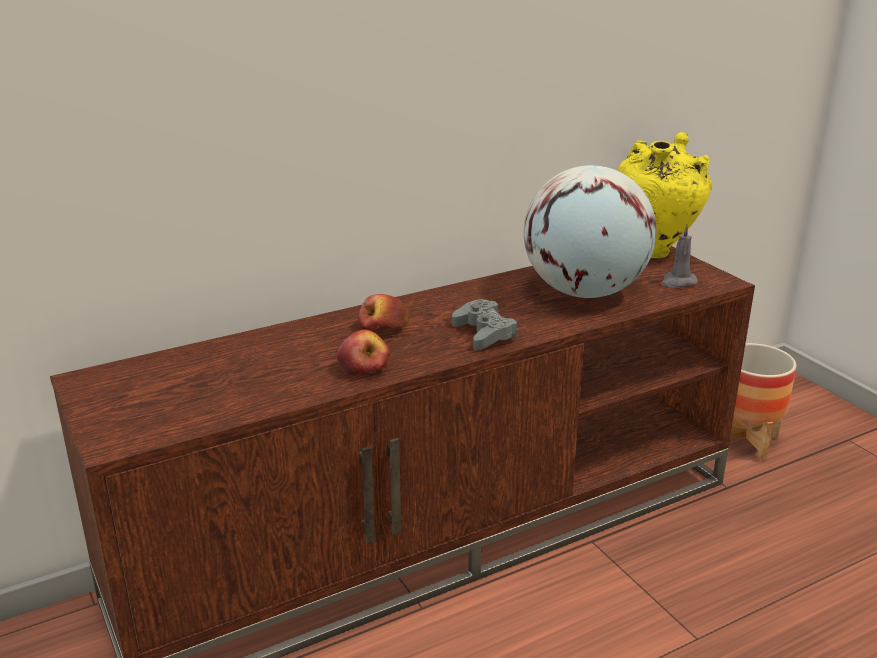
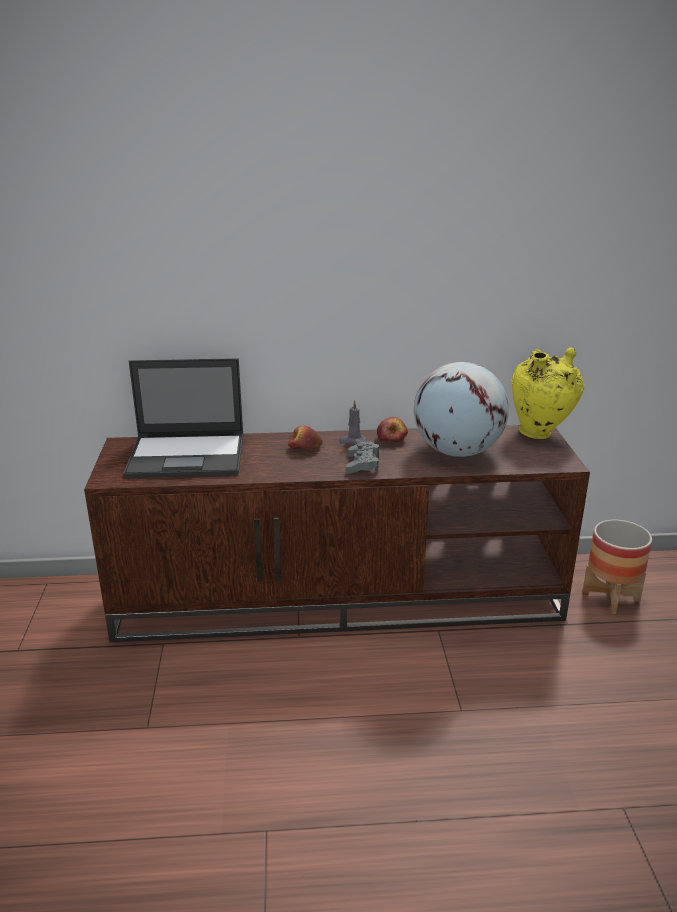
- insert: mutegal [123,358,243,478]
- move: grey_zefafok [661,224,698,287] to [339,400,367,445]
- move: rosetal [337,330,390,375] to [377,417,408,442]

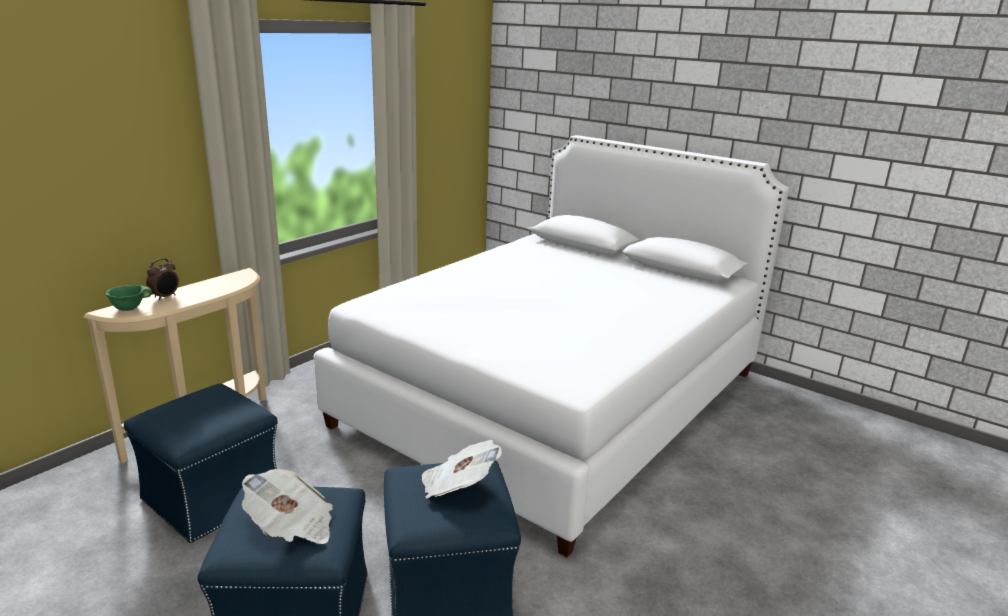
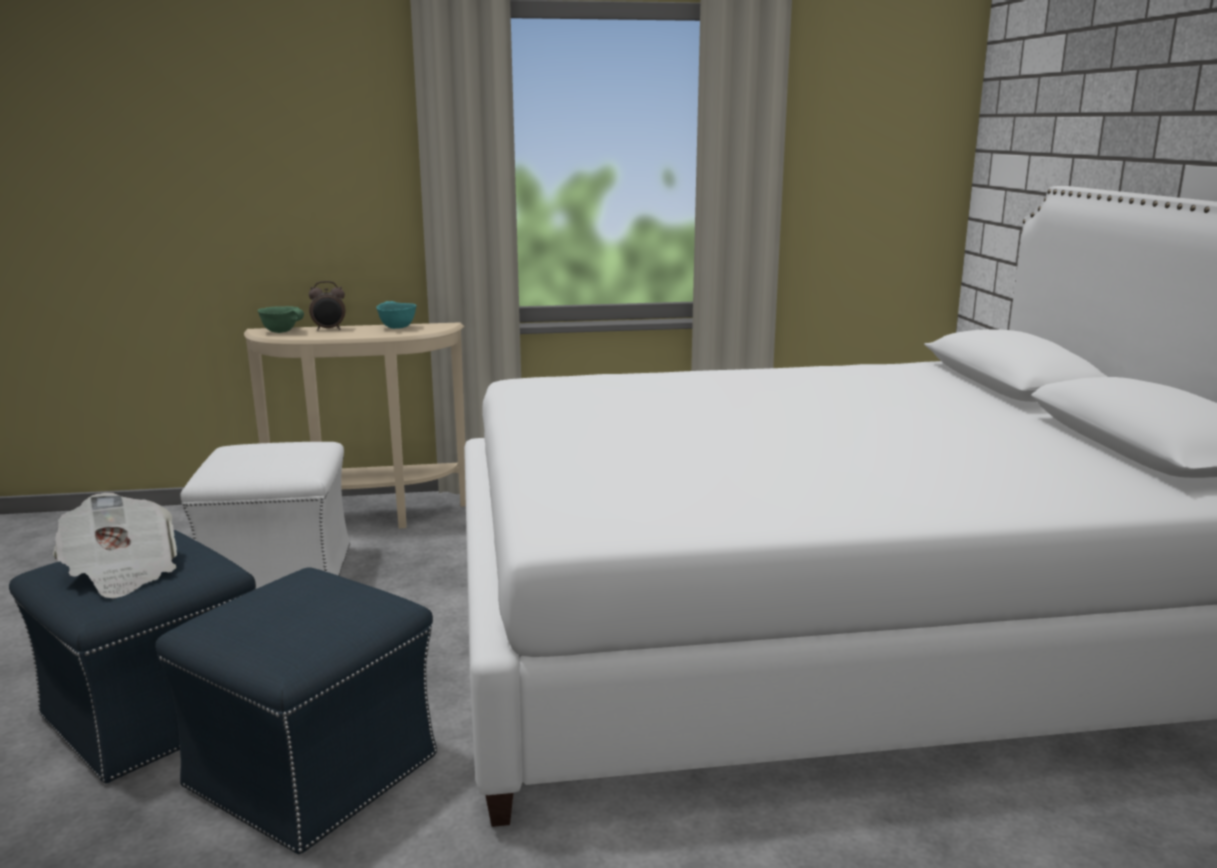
- recolor: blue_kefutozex [124,384,278,543] to white_kefutozex [181,442,350,589]
- insert: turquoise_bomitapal [376,301,416,329]
- delete: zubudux [421,440,502,499]

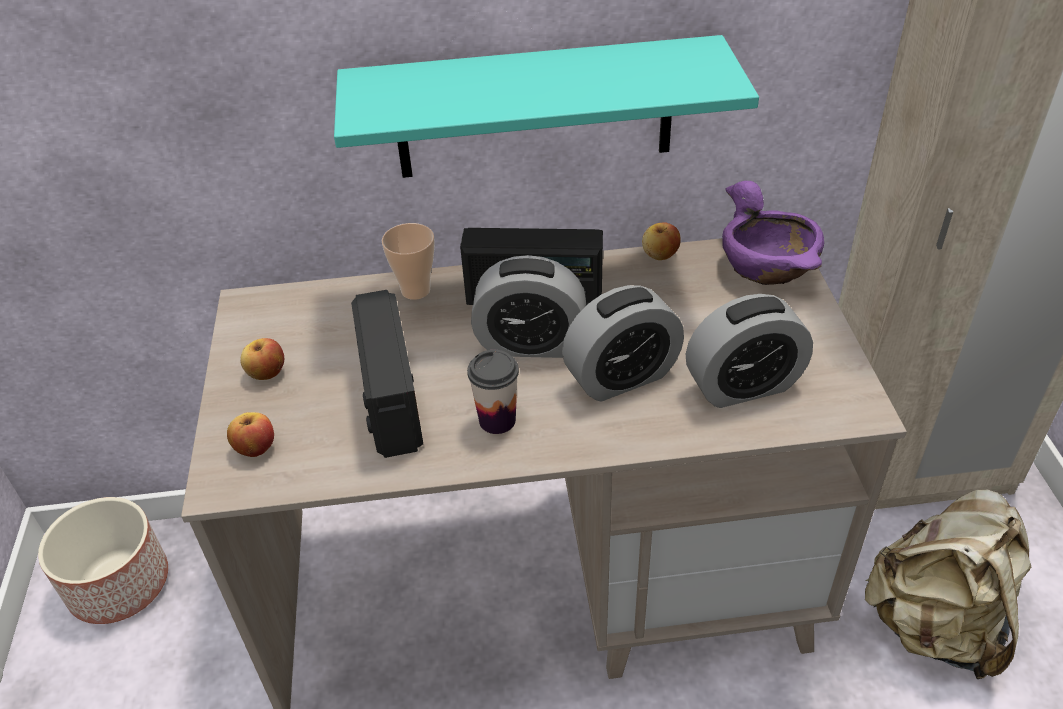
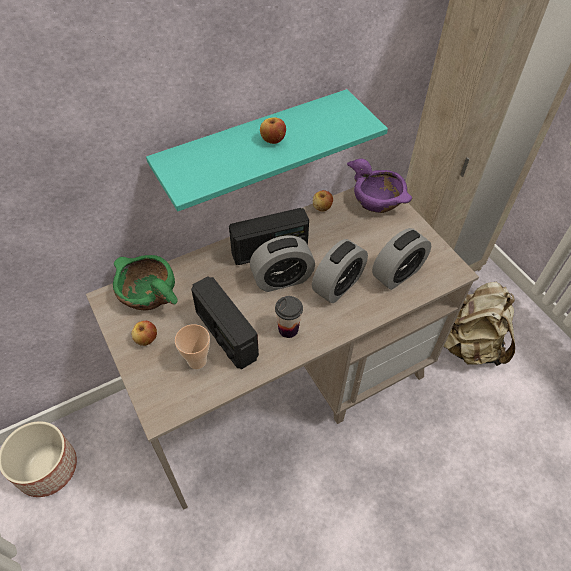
- insert: green_bomitapal [113,255,178,310]
- move: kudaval [382,223,435,300] to [175,324,210,369]
- move: rosetal [227,412,274,457] to [260,117,286,144]

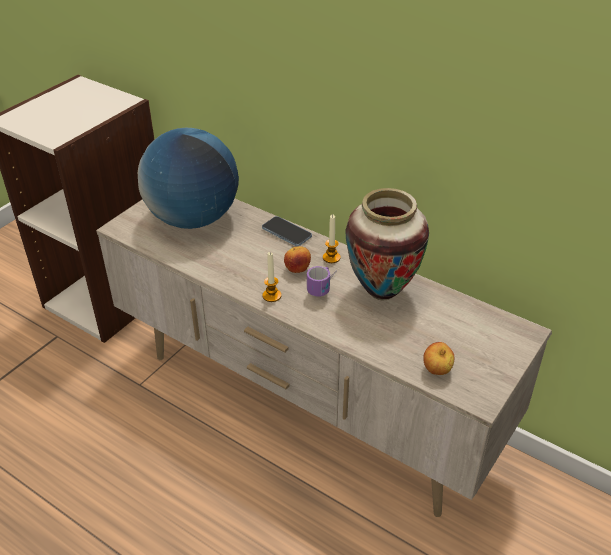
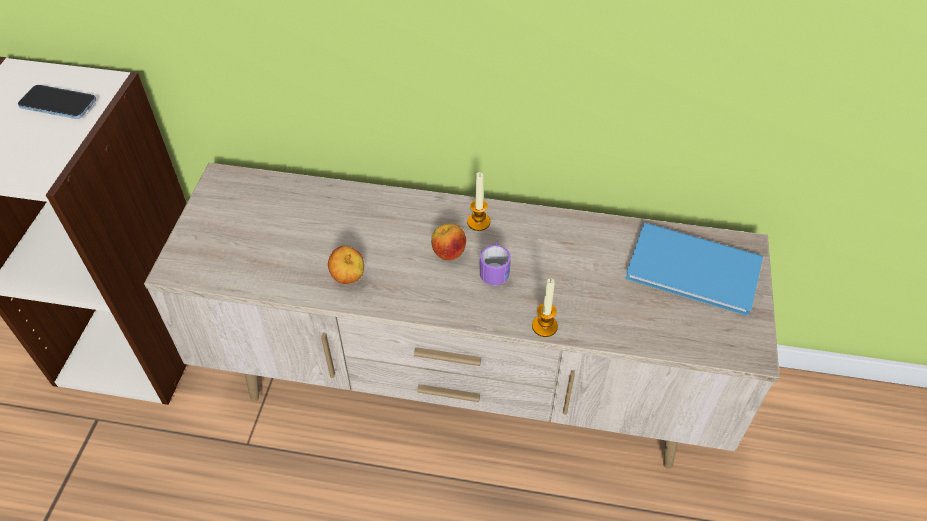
- move: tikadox [262,216,312,246] to [18,85,96,119]
- move: rosetal [423,342,454,375] to [328,246,364,284]
- move: zefafok [263,252,281,302] to [532,279,558,337]
- insert: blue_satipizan [625,222,763,316]
- delete: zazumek [138,128,239,229]
- delete: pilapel [345,188,429,301]

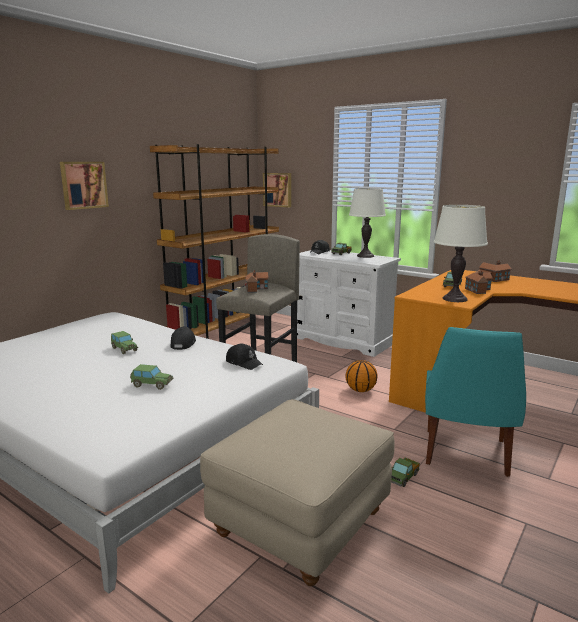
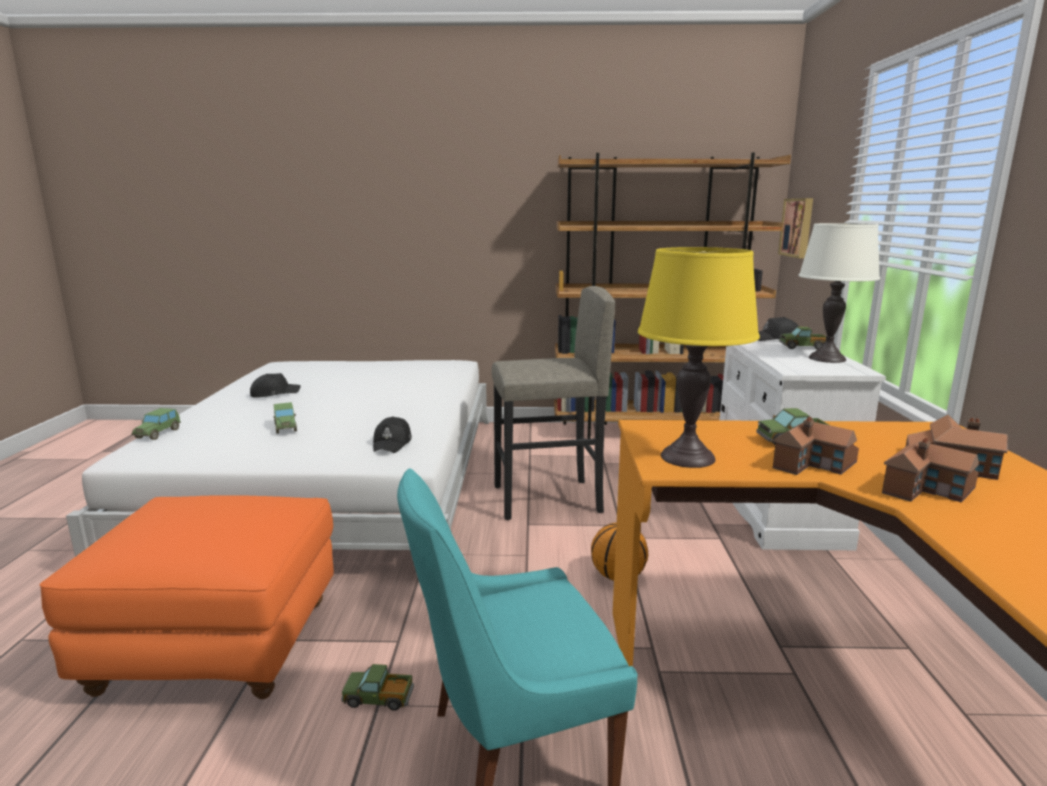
- recolor: beige_kefutozex [200,399,395,586] to orange_kefutozex [39,495,334,699]
- move: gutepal [111,331,138,354] to [131,408,181,440]
- move: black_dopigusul [170,326,196,350] to [250,373,301,398]
- recolor: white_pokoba [433,205,488,302] to yellow_pokoba [638,247,760,468]
- move: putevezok [245,270,269,293] to [882,438,979,502]
- delete: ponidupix [60,162,109,210]

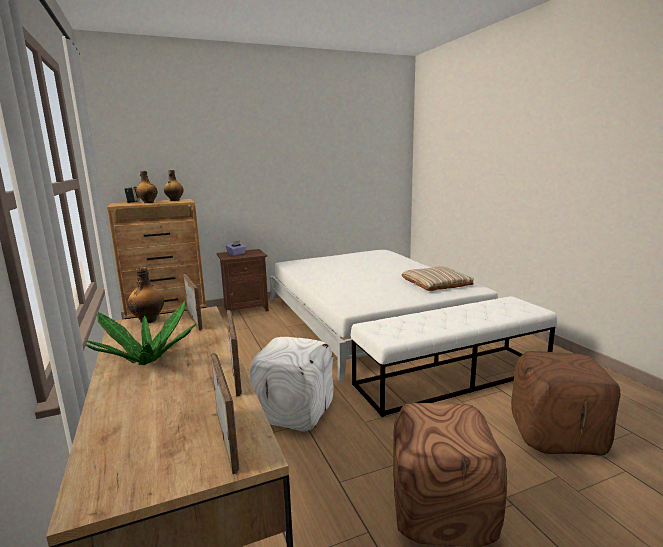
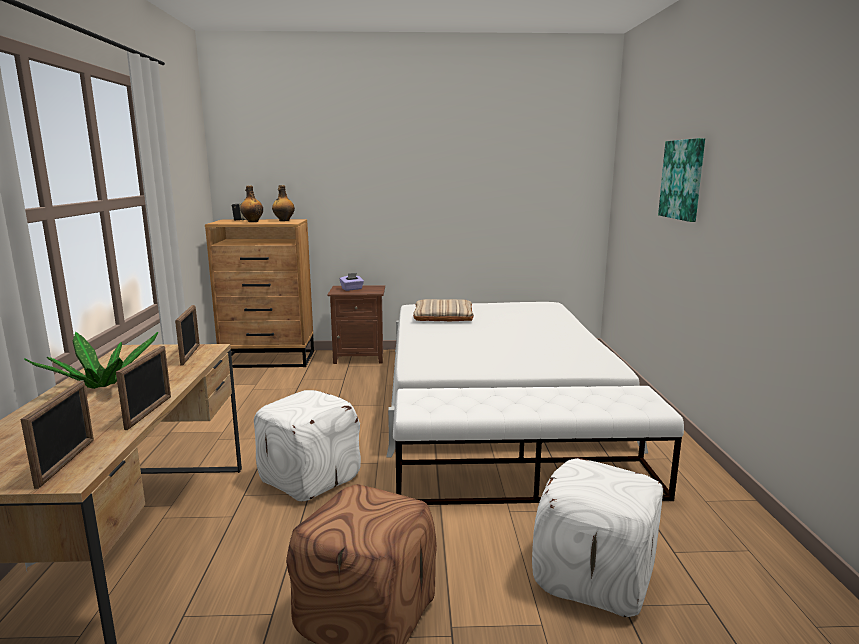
- move: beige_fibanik [401,266,474,291] to [413,299,474,322]
- recolor: brown_kefutozex [511,351,620,456] to white_kefutozex [532,458,663,617]
- insert: ponidupix [658,138,705,222]
- delete: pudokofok [127,267,164,323]

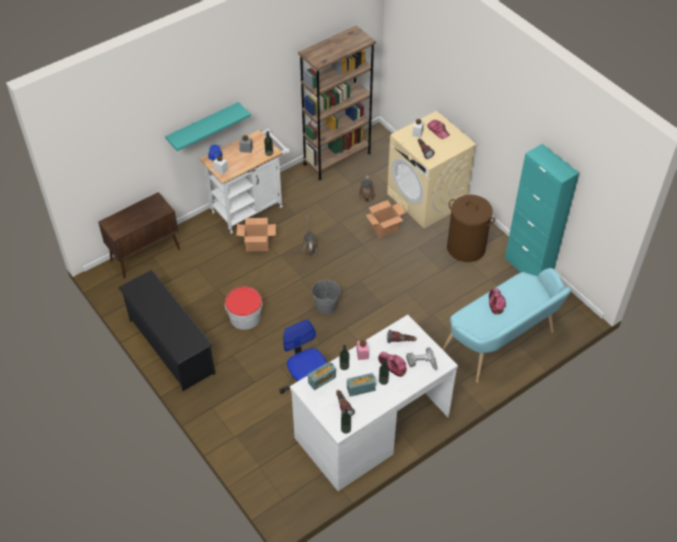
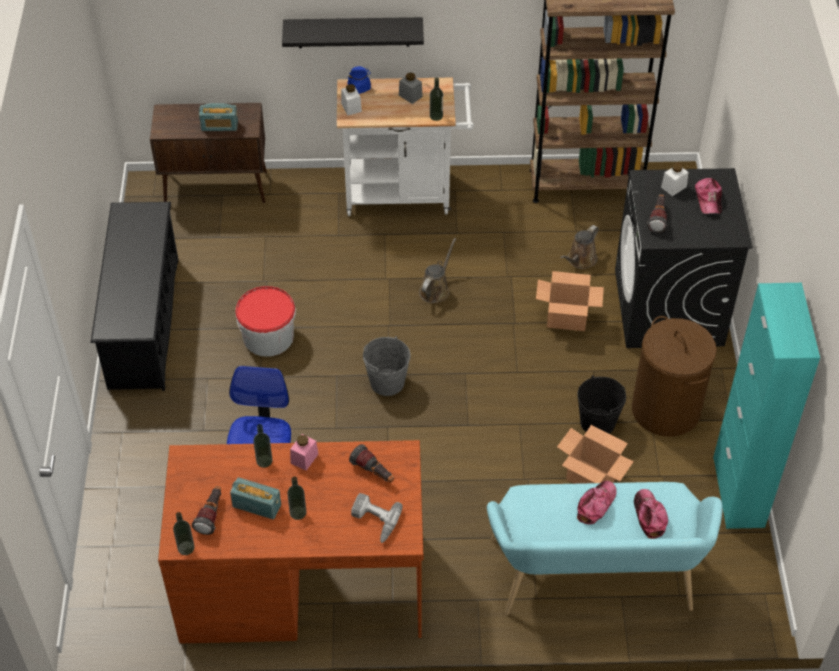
- recolor: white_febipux [290,315,458,491] to brown_febipux [158,440,423,643]
- move: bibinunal [308,361,336,390] to [199,103,238,131]
- recolor: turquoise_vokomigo [165,102,251,151] to black_vokomigo [282,17,424,48]
- move: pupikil [236,218,276,252] to [557,425,634,484]
- insert: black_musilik [577,375,626,434]
- recolor: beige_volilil [387,111,477,229] to black_volilil [615,168,753,348]
- move: dopigusul [378,352,407,377] to [634,489,668,539]

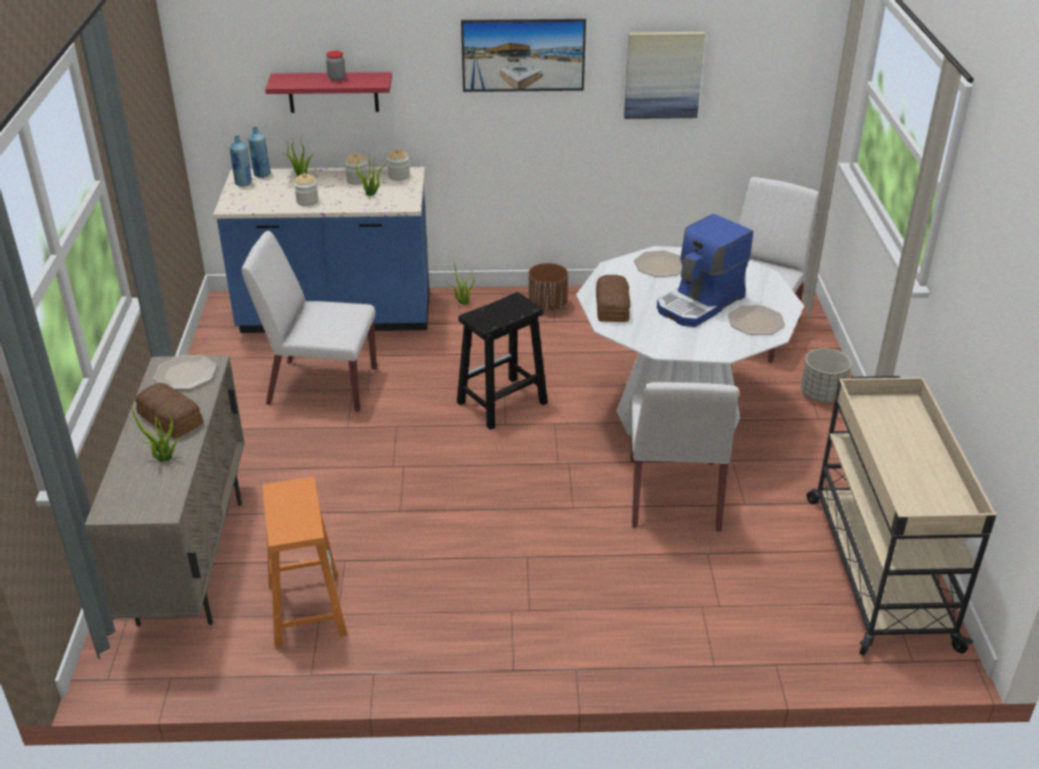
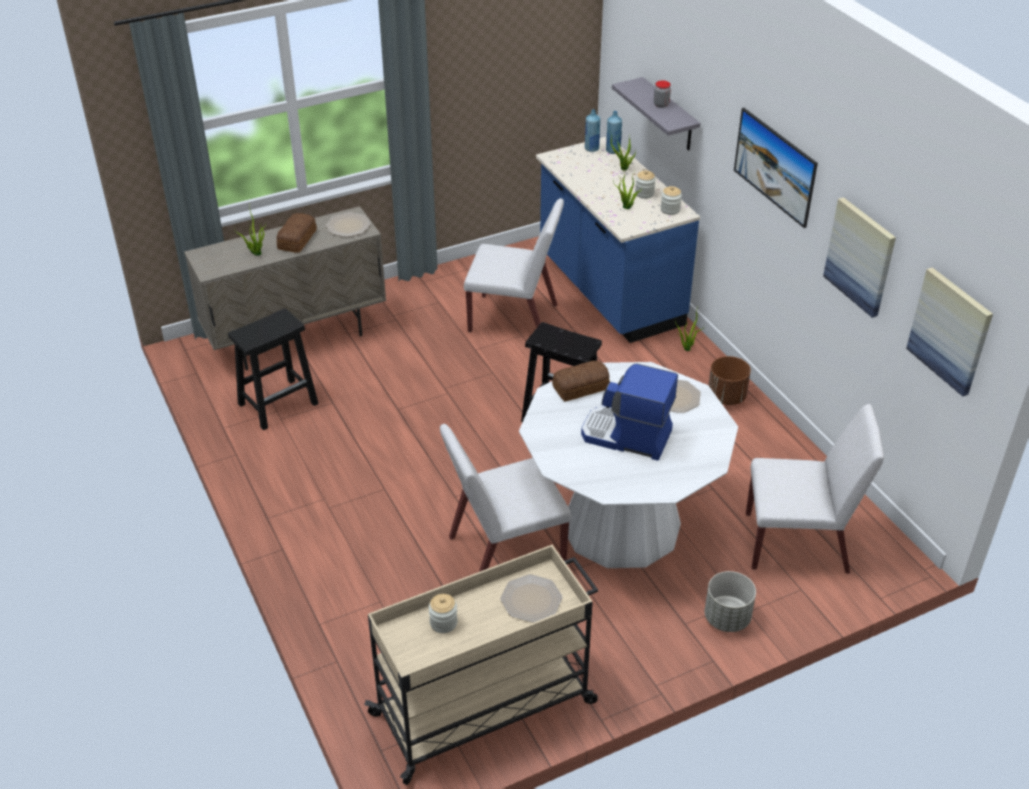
- recolor: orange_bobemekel [262,477,348,649] to black_bobemekel [228,308,319,430]
- move: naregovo [294,173,319,206] to [429,594,458,633]
- rotate: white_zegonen [242,231,377,412] = [464,198,564,332] 120 degrees clockwise
- move: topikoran [728,305,785,335] to [500,574,562,622]
- recolor: red_vokomigo [265,72,392,113] to grey_vokomigo [612,77,701,151]
- insert: ponidupix [906,267,993,396]

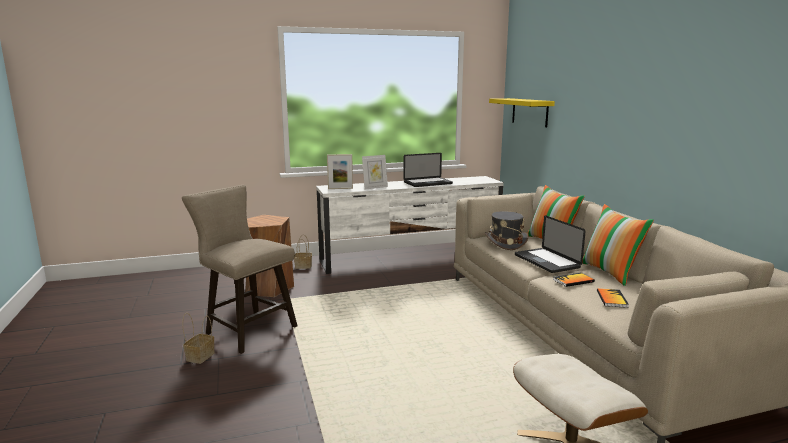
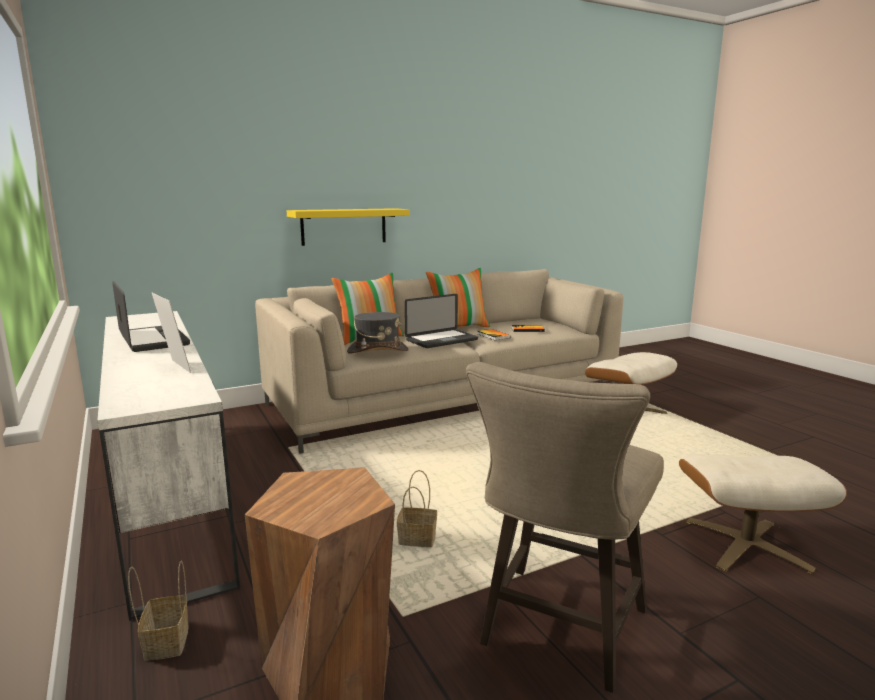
- move: yellow_vokomigo [489,98,555,127] to [287,208,409,246]
- move: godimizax [182,313,215,364] to [397,470,437,547]
- insert: beige_kefutozex [679,454,847,574]
- delete: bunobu [327,154,353,189]

